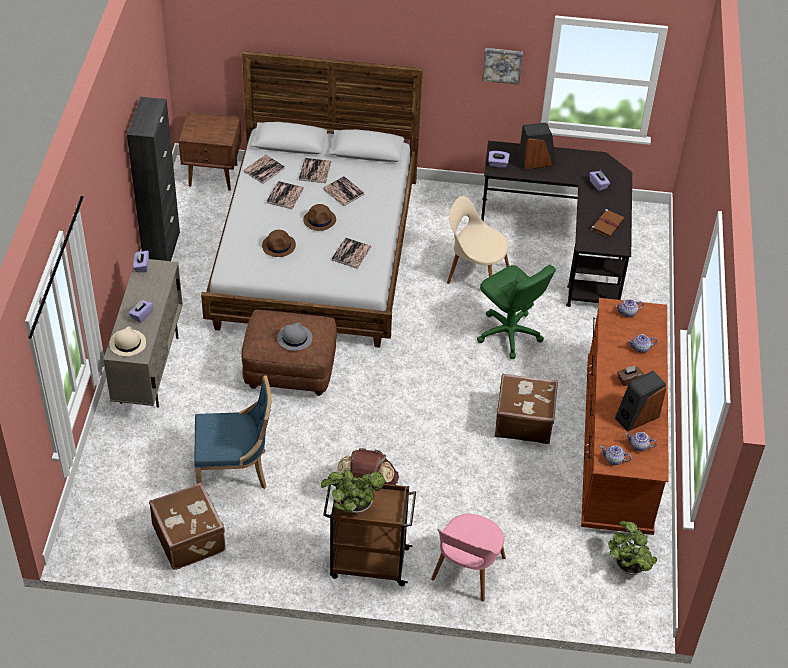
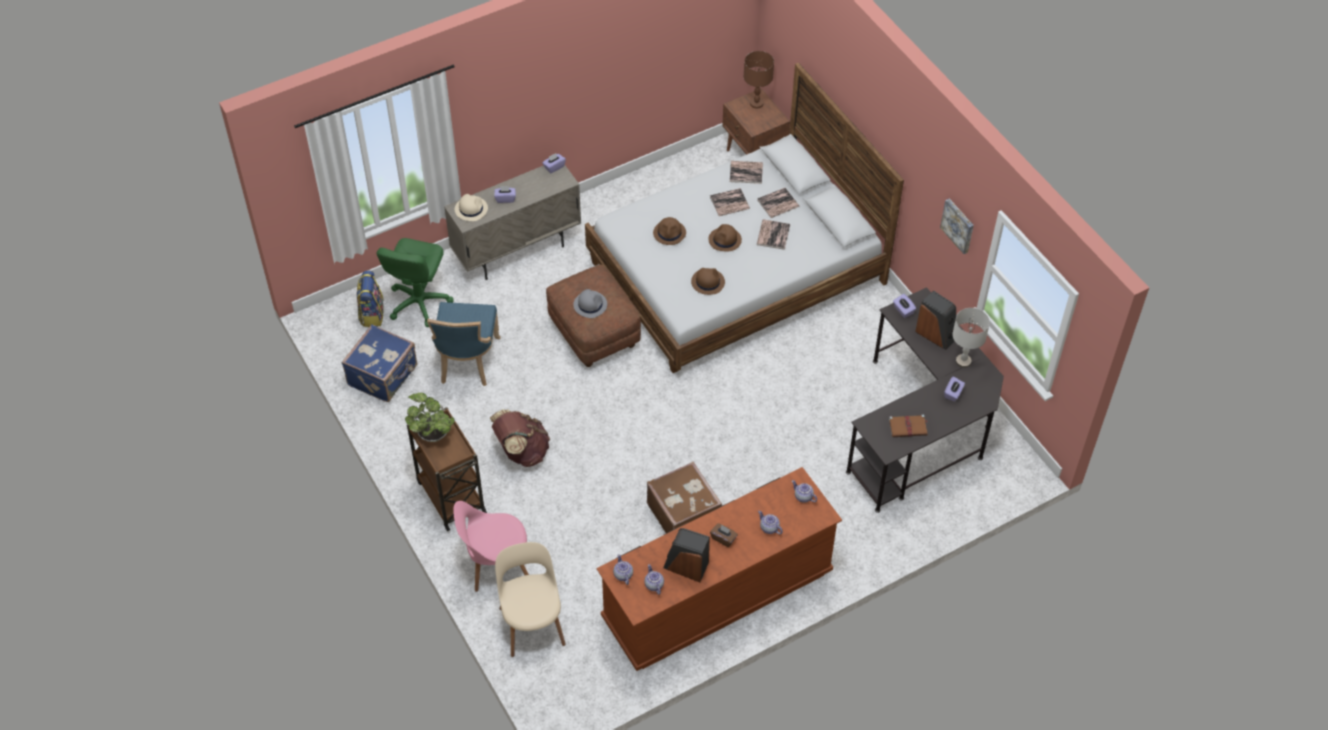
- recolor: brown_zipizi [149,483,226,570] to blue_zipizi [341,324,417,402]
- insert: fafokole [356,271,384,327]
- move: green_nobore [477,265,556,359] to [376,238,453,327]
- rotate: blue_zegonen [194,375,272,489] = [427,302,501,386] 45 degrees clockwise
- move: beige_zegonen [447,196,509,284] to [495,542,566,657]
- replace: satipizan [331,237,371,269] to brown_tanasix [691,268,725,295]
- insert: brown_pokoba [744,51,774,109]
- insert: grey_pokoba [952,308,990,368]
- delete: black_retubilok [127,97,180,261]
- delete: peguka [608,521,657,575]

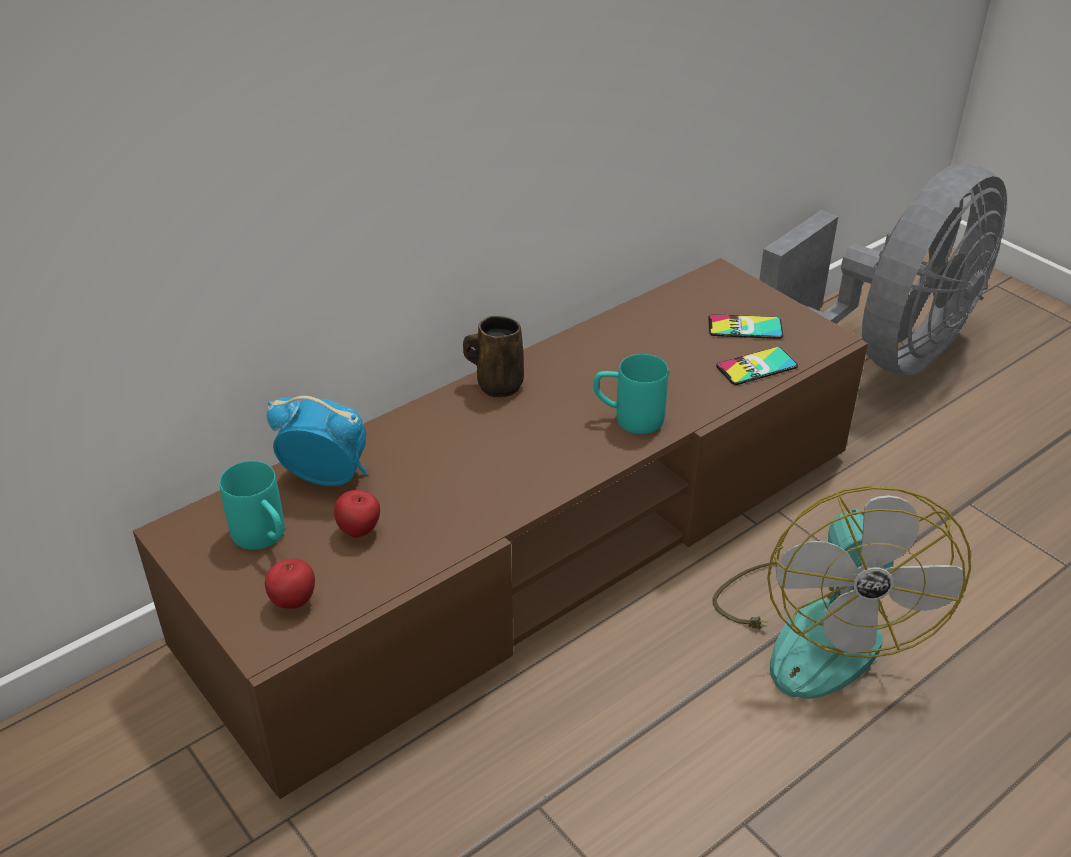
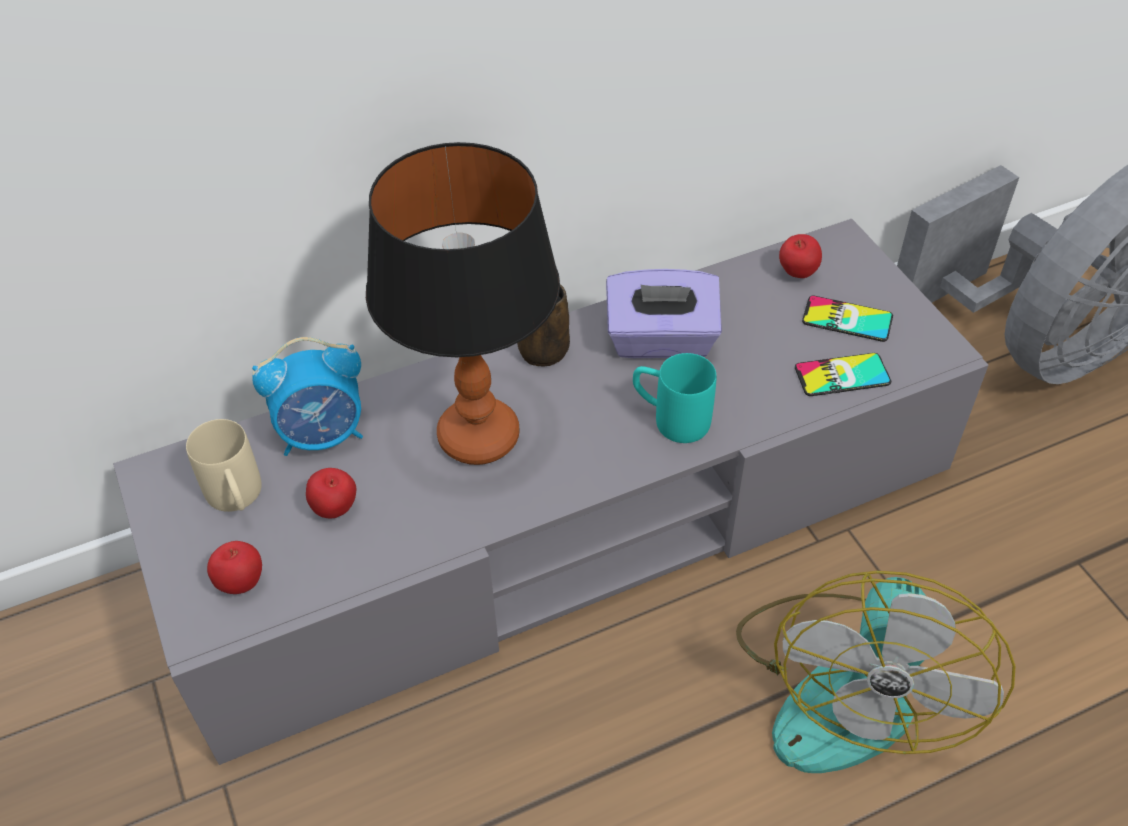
- recolor: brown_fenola [133,258,868,799] to grey_fenola [113,219,988,765]
- recolor: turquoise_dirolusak [219,461,284,550] to beige_dirolusak [186,419,262,512]
- rotate: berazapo [267,396,367,486] = [252,337,363,456] 135 degrees clockwise
- insert: pokoba [366,142,560,465]
- insert: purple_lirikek [606,269,722,358]
- insert: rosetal [779,234,822,278]

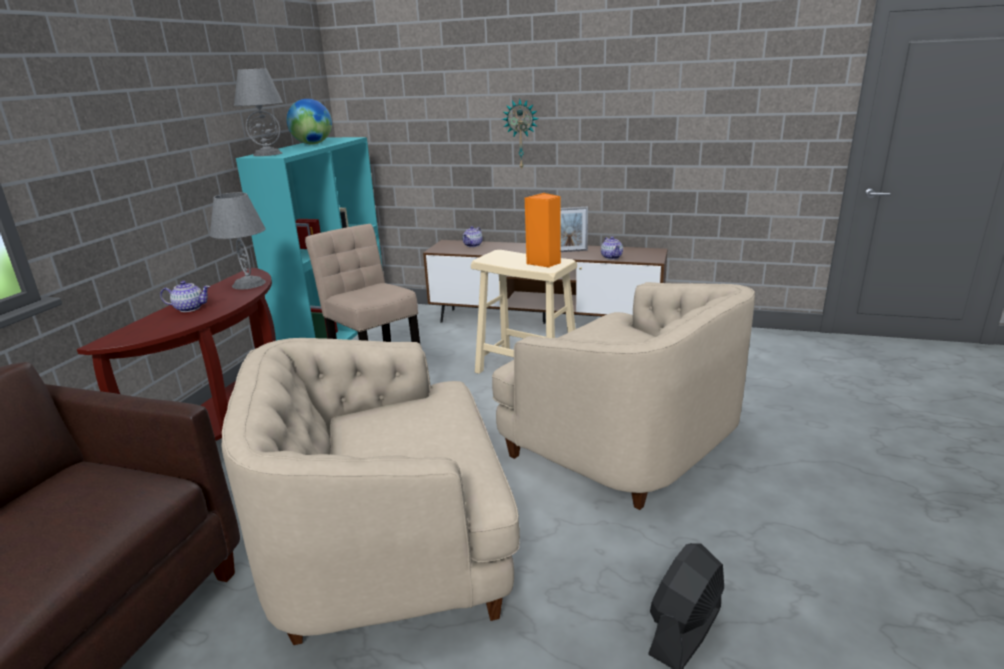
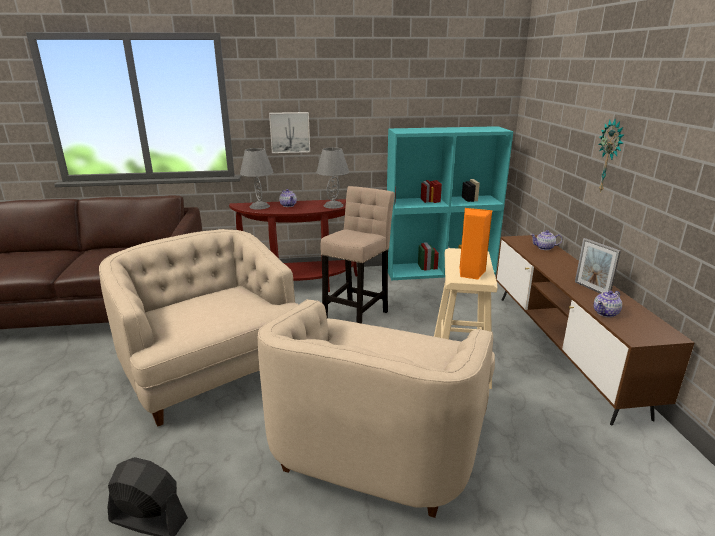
- move: grey_pokoba [234,68,283,156] to [240,148,274,210]
- insert: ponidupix [269,112,310,153]
- delete: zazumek [287,99,332,144]

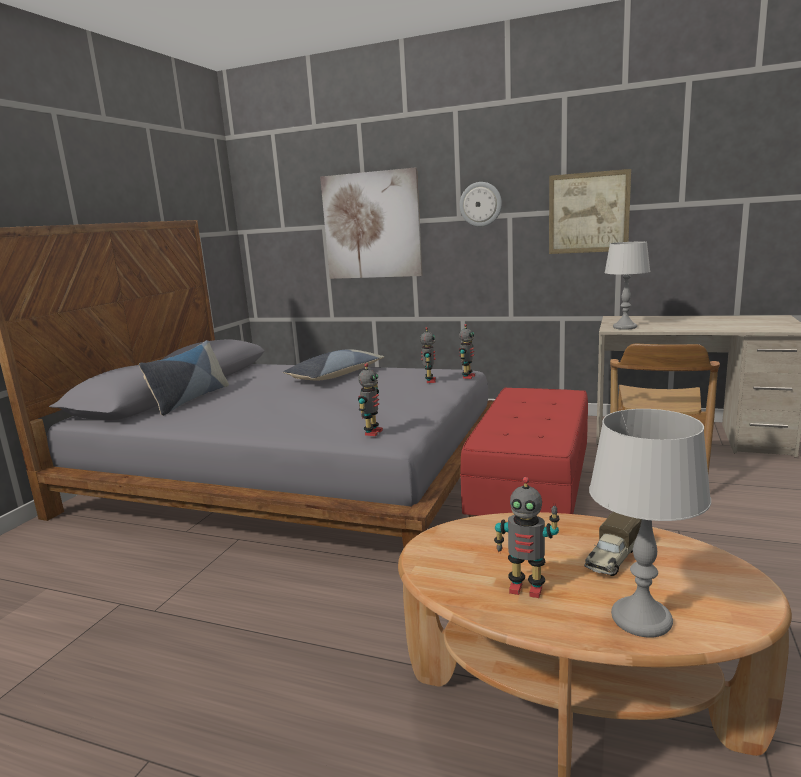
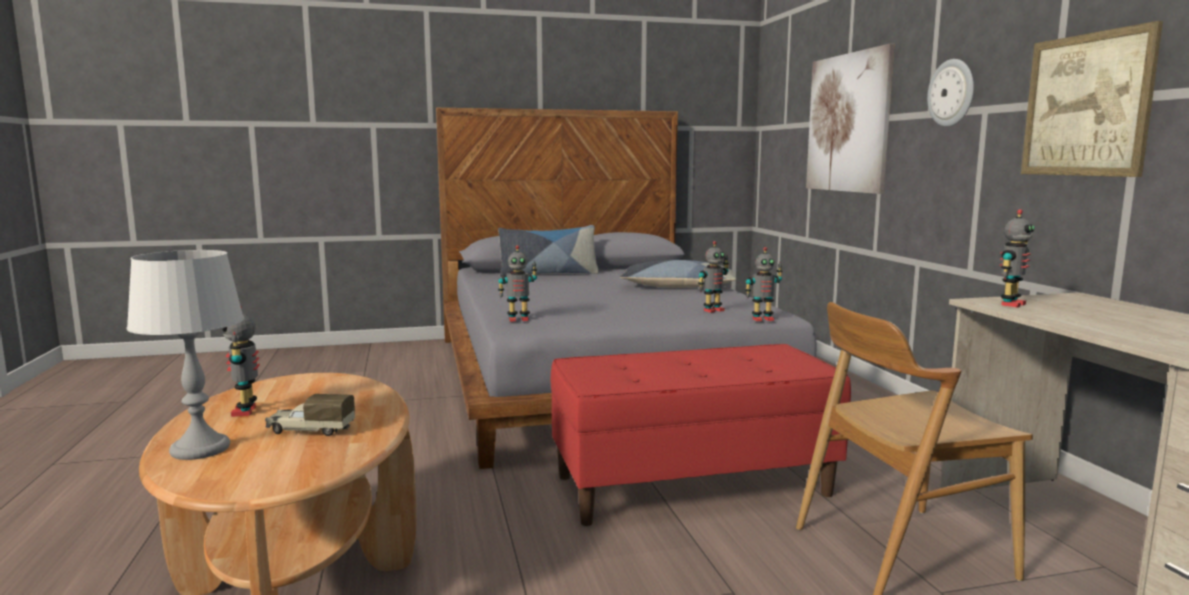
- replace: grey_pokoba [604,242,650,330] to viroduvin [999,209,1034,307]

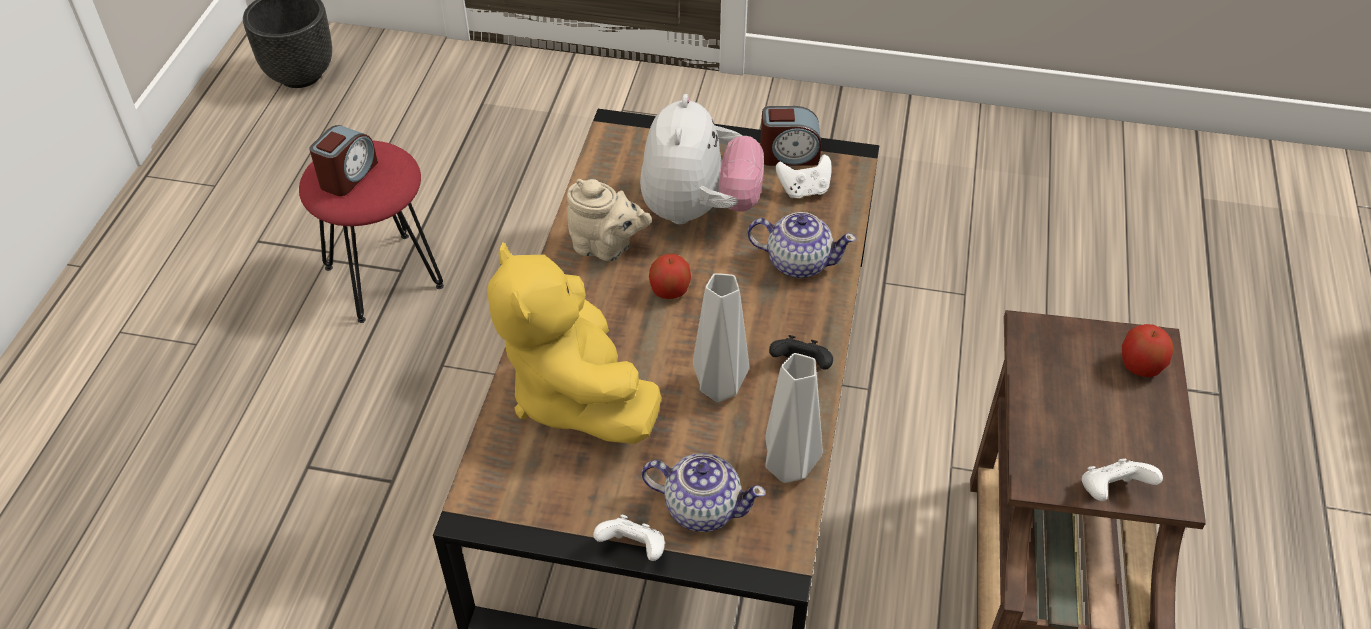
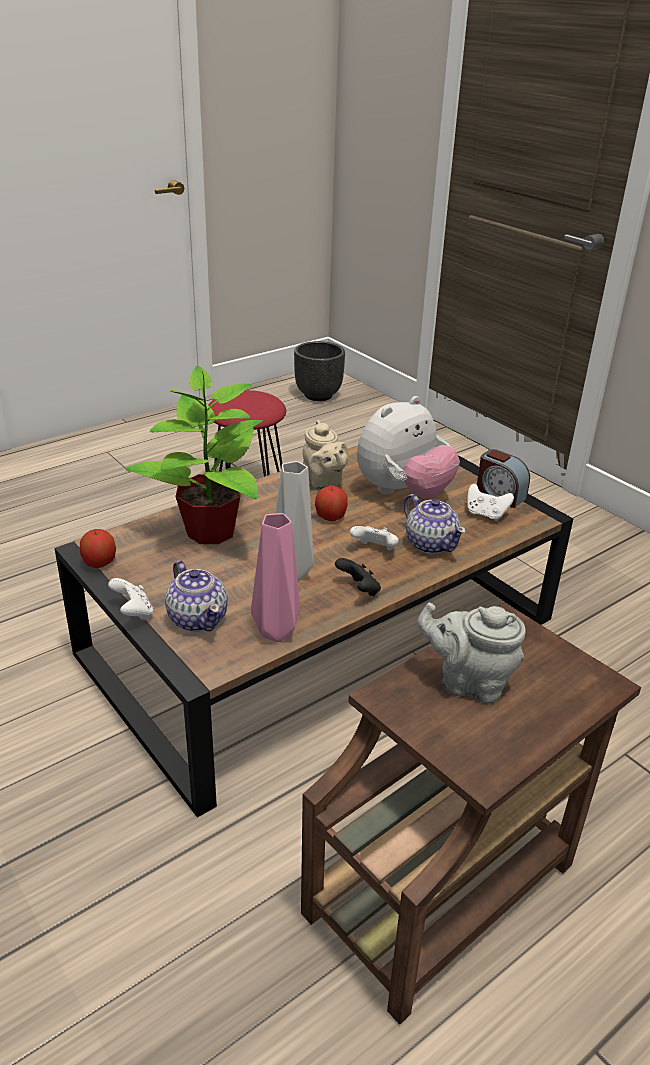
- move: rosetal [1122,324,1174,377] to [80,529,116,568]
- replace: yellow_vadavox [487,242,661,444] to peguka [125,366,263,544]
- recolor: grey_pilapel [765,353,823,483] to pink_pilapel [251,513,300,642]
- move: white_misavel [1082,458,1163,501] to [350,526,399,550]
- insert: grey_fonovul [417,603,526,704]
- delete: berazapo [309,125,378,196]

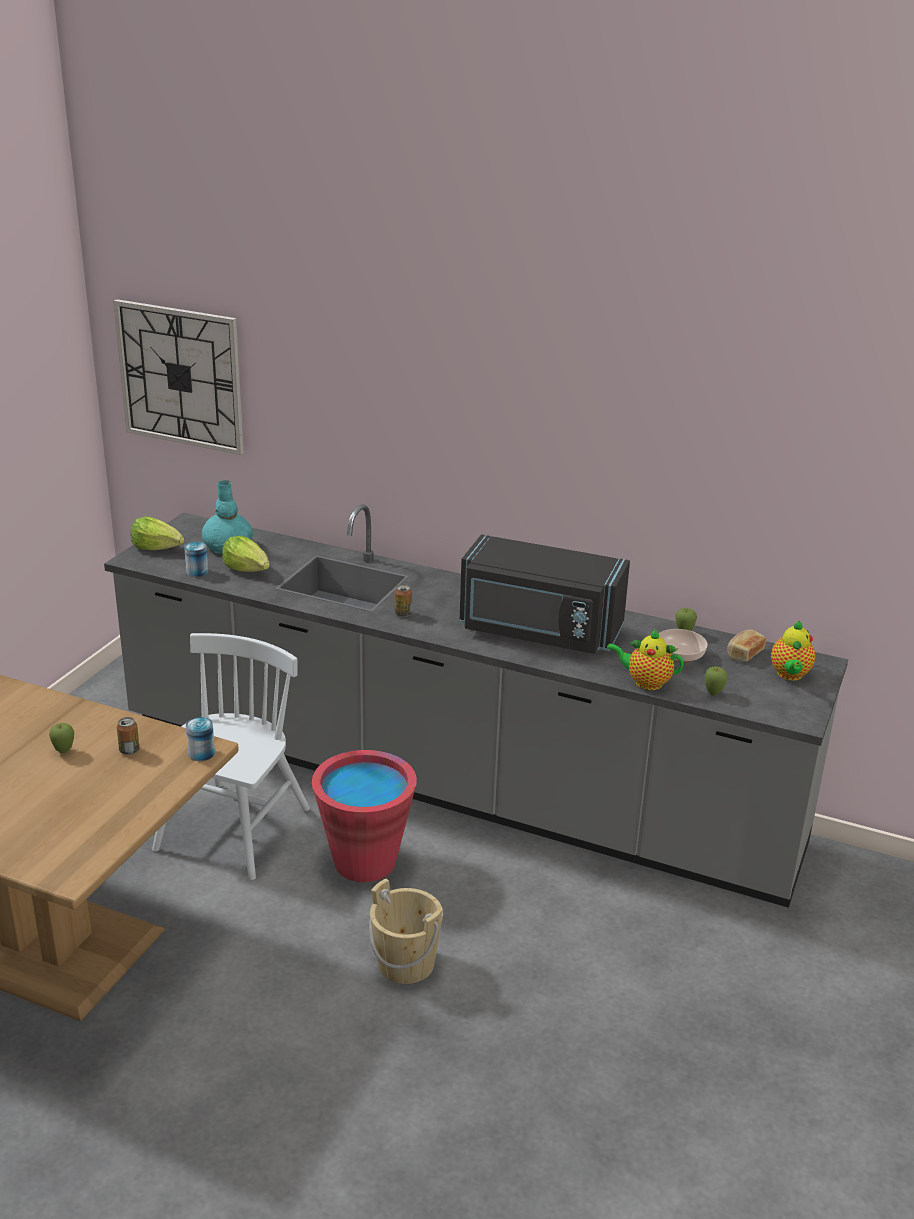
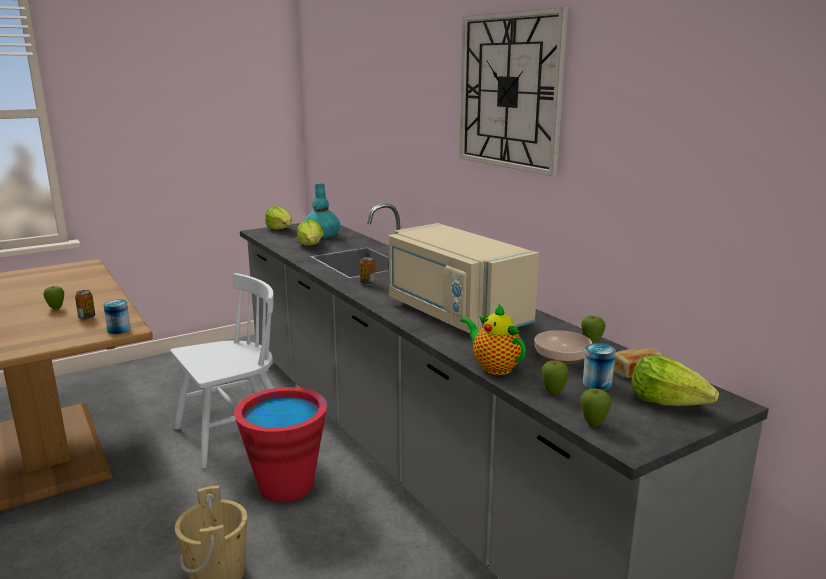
- recolor: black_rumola [459,534,630,654] to beige_rumola [389,223,539,333]
- move: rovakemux [113,299,244,455] to [460,7,569,176]
- insert: rosetal [581,388,612,427]
- move: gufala [184,542,208,577] to [583,343,616,390]
- replace: fonovul [771,621,815,681] to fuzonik [631,355,719,406]

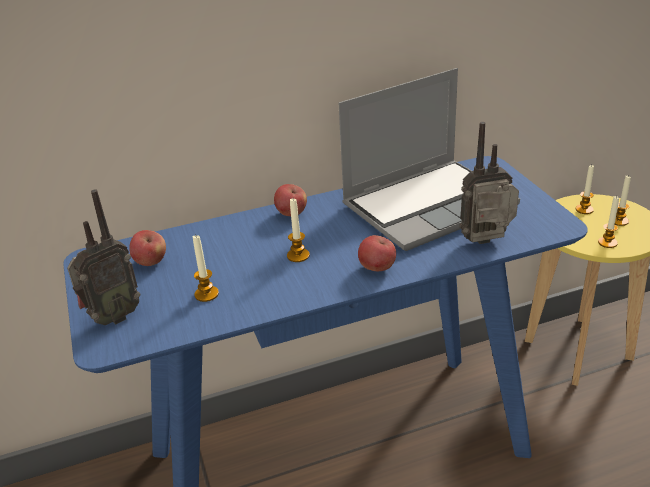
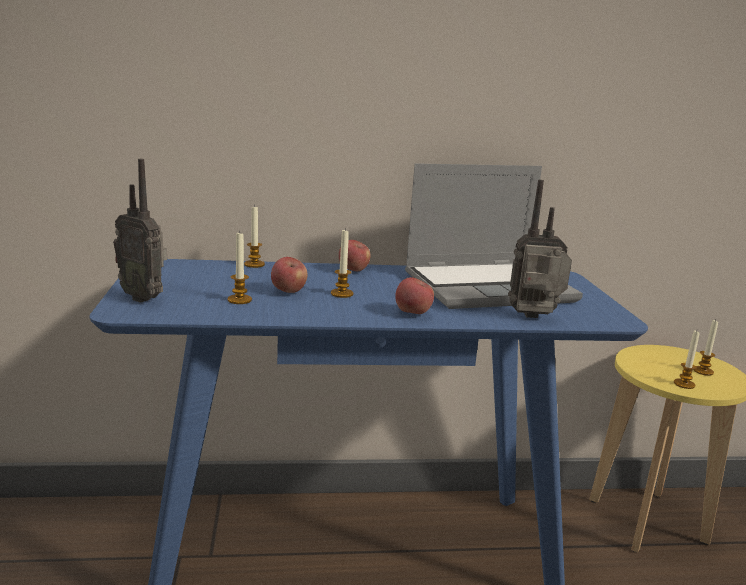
- rotate: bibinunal [67,189,140,325] = [113,159,167,303] 60 degrees clockwise
- move: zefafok [576,165,594,214] to [244,206,265,268]
- move: rosetal [129,230,166,266] to [271,257,307,293]

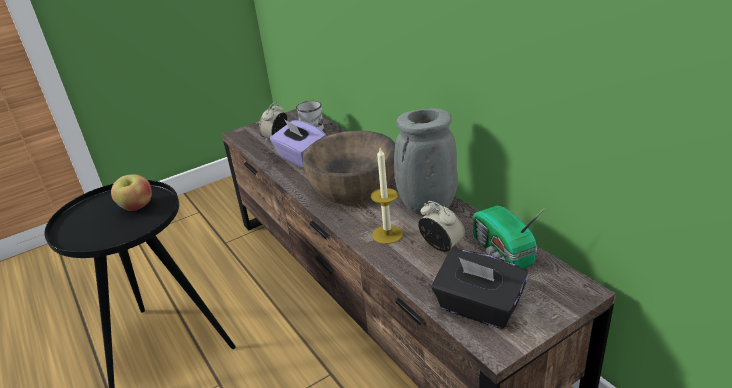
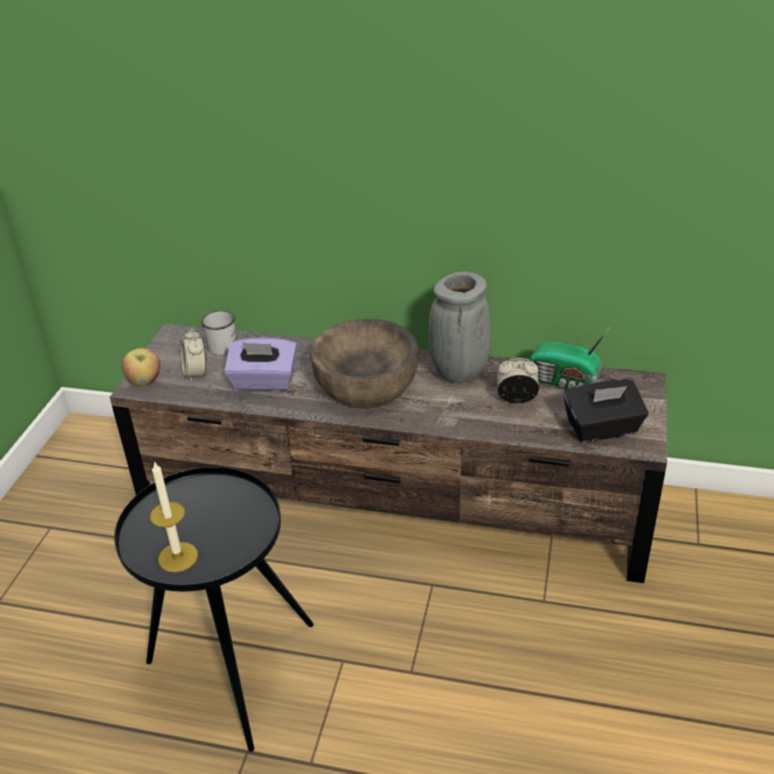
- move: rosetal [111,174,152,211] to [122,348,160,386]
- move: zefafok [371,148,403,244] to [150,461,198,572]

